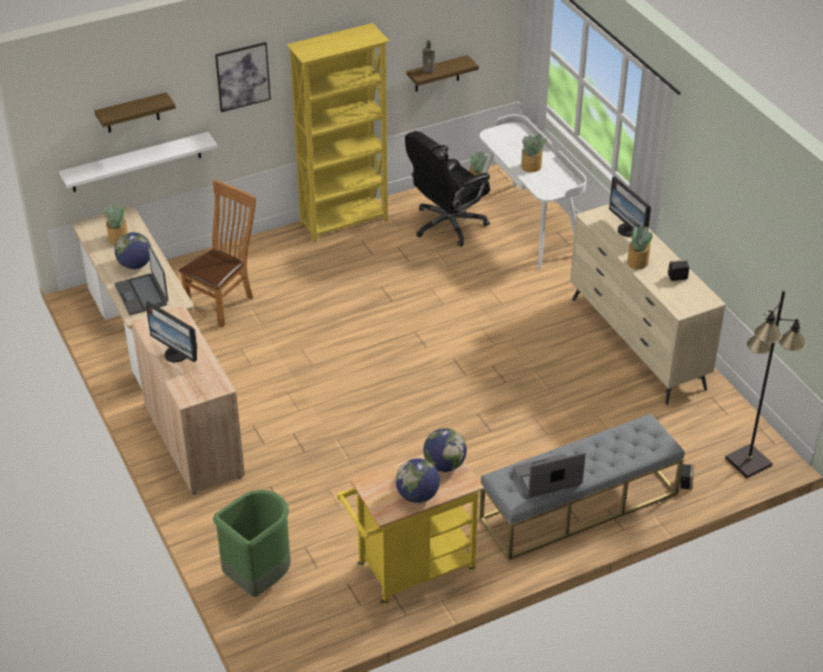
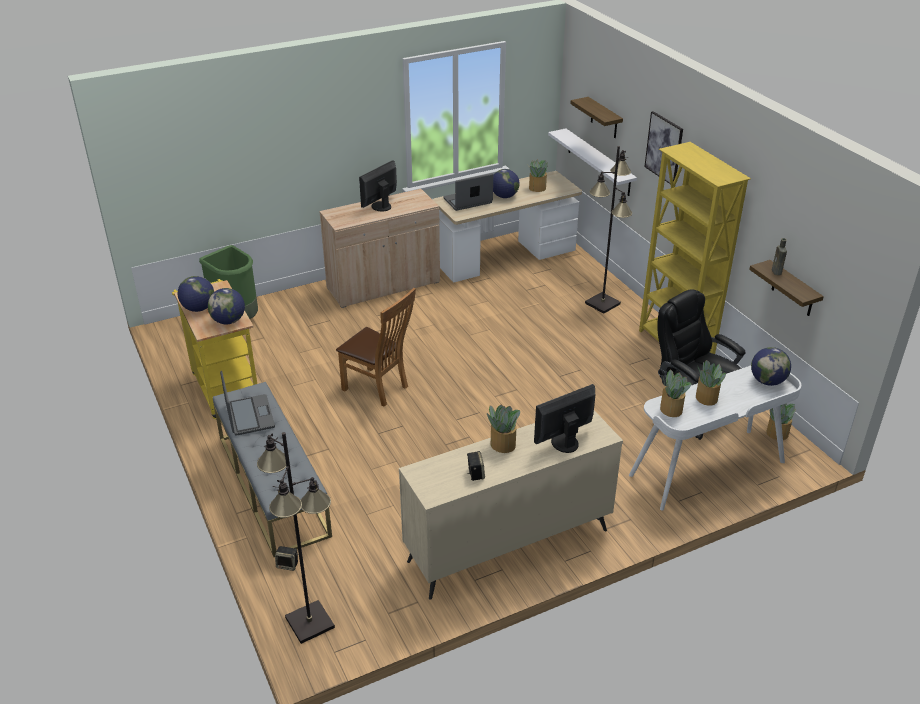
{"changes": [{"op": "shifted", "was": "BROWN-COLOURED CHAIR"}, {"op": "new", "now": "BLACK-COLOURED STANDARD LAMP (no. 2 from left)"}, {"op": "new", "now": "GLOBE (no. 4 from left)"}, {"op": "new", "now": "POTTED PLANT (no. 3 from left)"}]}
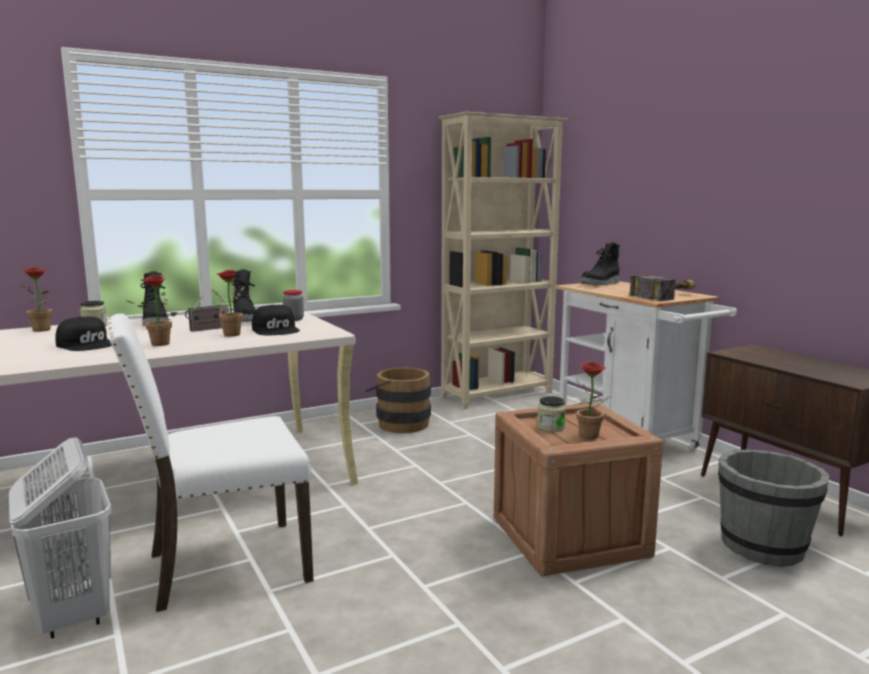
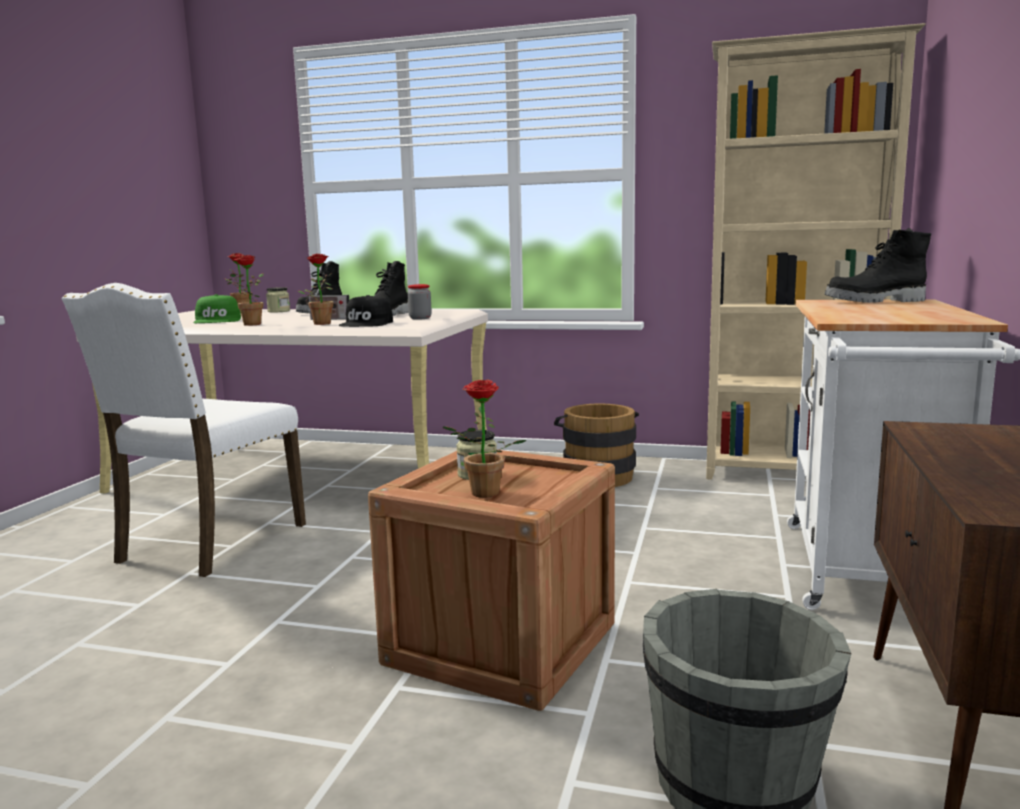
{"changes": [{"op": "gone", "was": "HAND HAMMER"}, {"op": "rotated", "was": "WHITE CHAIR", "clockwise": -90}, {"op": "repainted", "was": "BLACK-COLOURED CAP (no. 1 from left)", "now": "GREENISH CAP"}, {"op": "gone", "was": "WHITE HAMPER"}]}
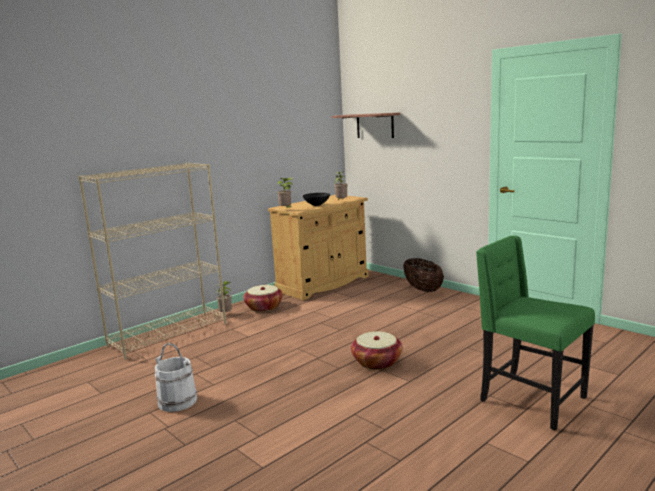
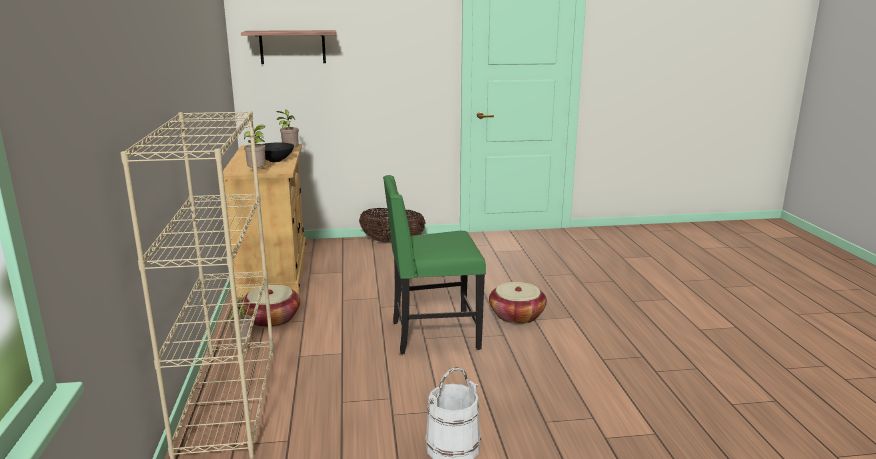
{"changes": [{"op": "shifted", "was": "GREENISH CHAIR"}]}
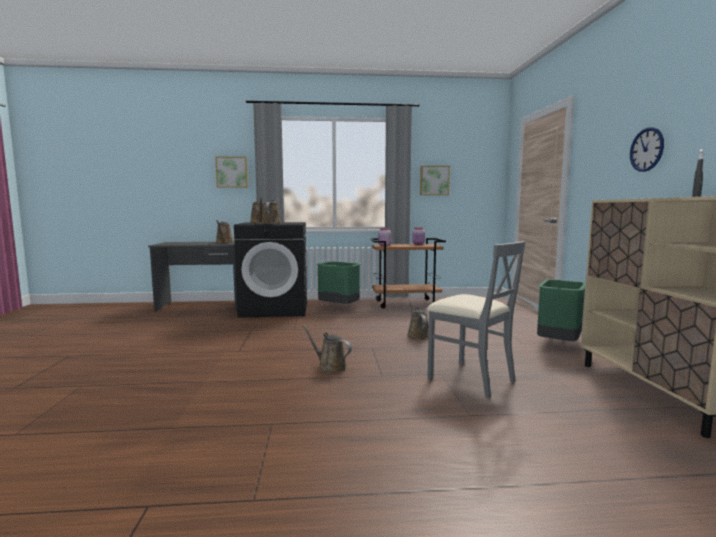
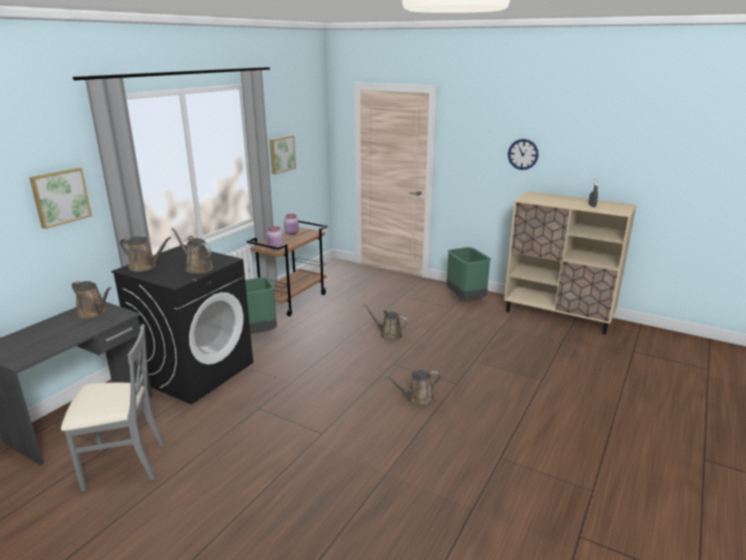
{"changes": [{"op": "shifted", "was": "GREYISH CHAIR"}]}
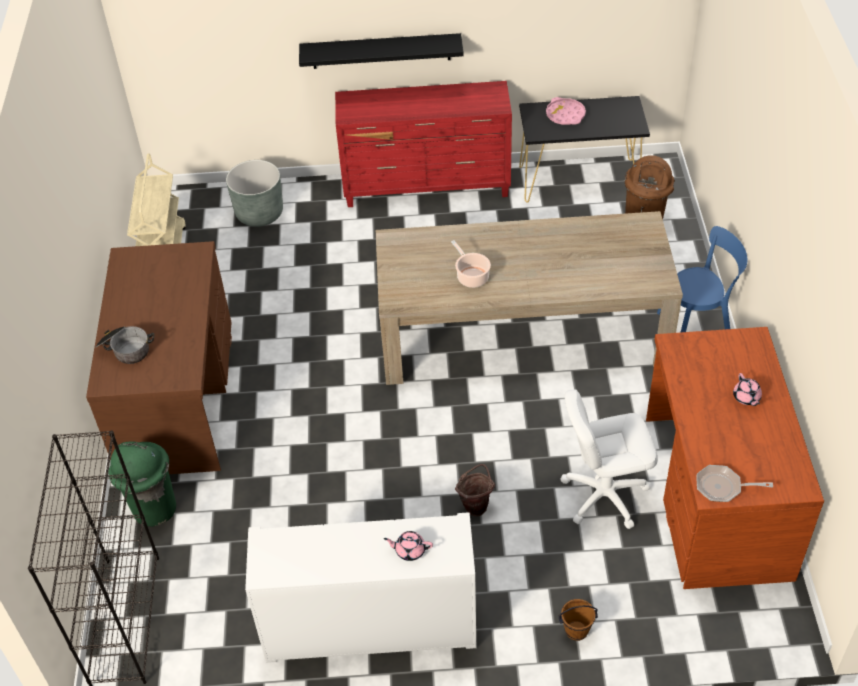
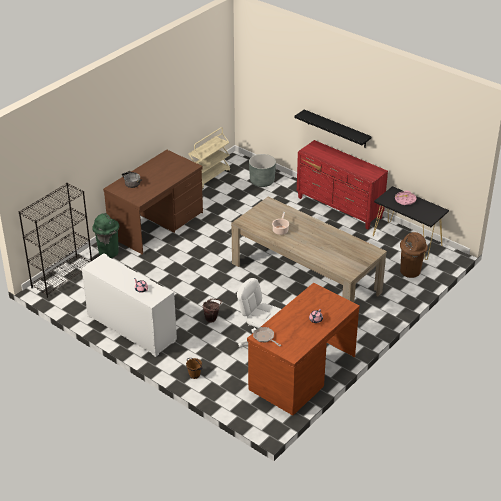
{"changes": [{"op": "gone", "was": "BLUE CHAIR"}]}
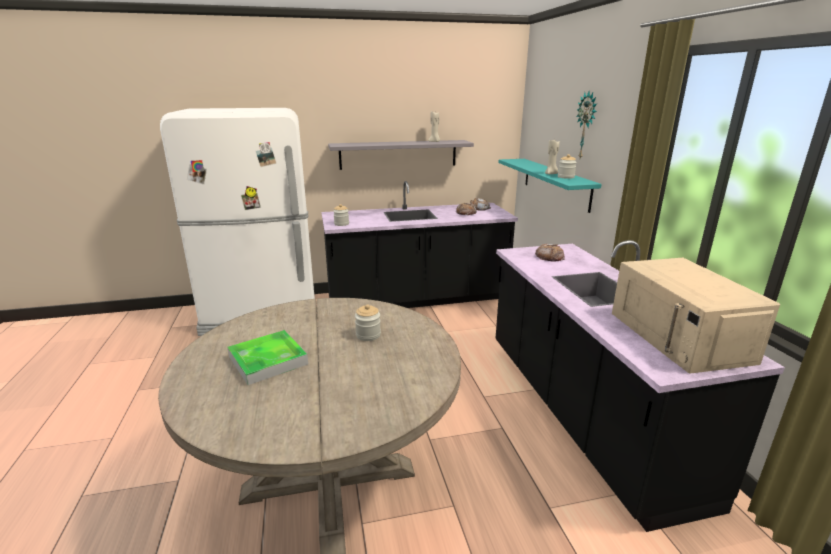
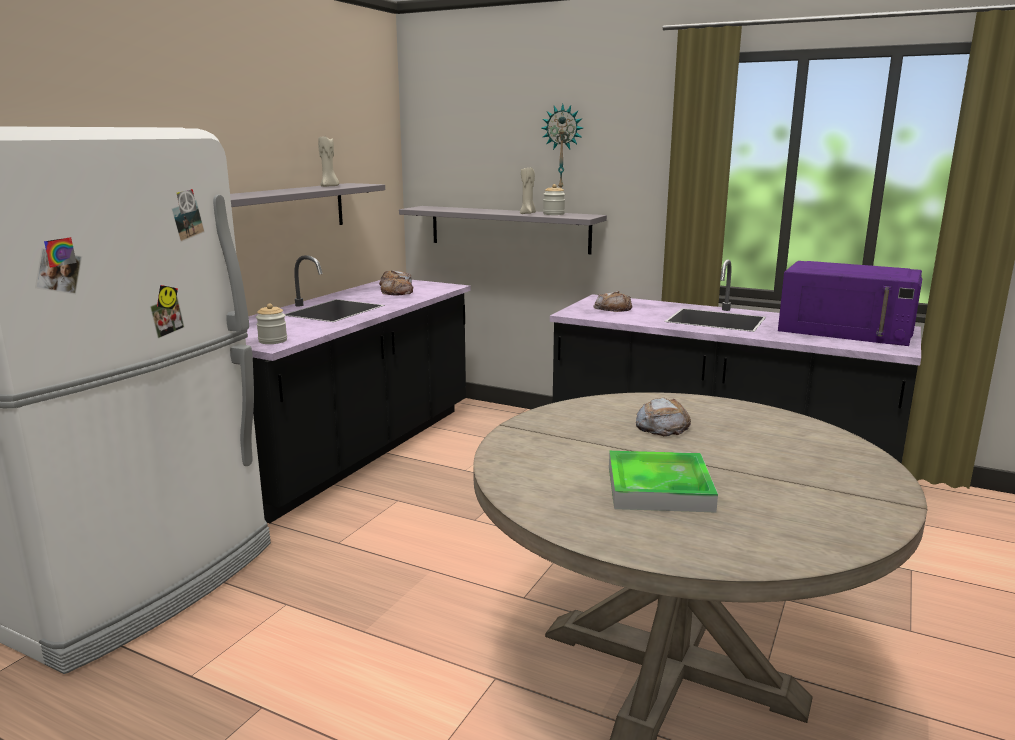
{"changes": [{"op": "repainted", "was": "BLUE-GREEN SHELF", "now": "GREYISH SHELF (no. 2 from left)"}, {"op": "repainted", "was": "SAND-COLOURED KITCHEN MICROWAVE", "now": "PURPLE KITCHEN MICROWAVE"}, {"op": "swapped", "was": "STORAGE JAR (no. 2 from left)", "now": "BAKERY BREAD (no. 4 from left)"}]}
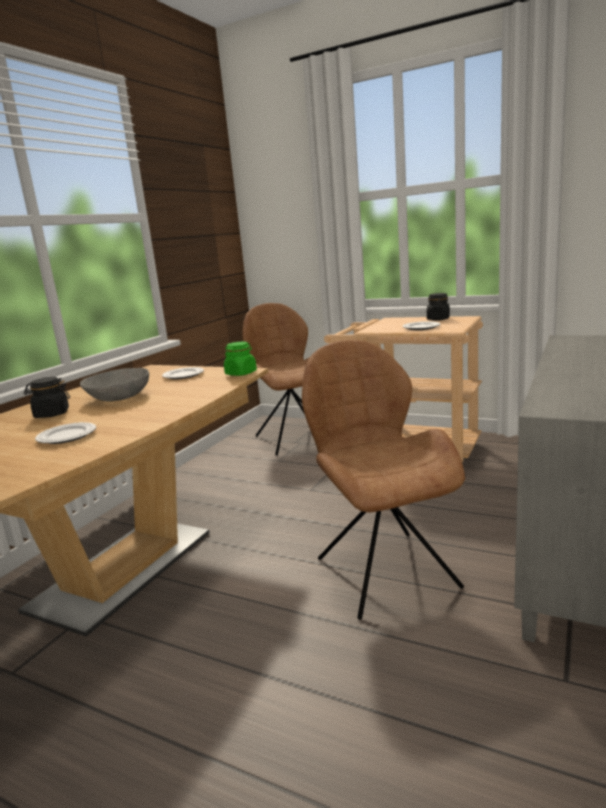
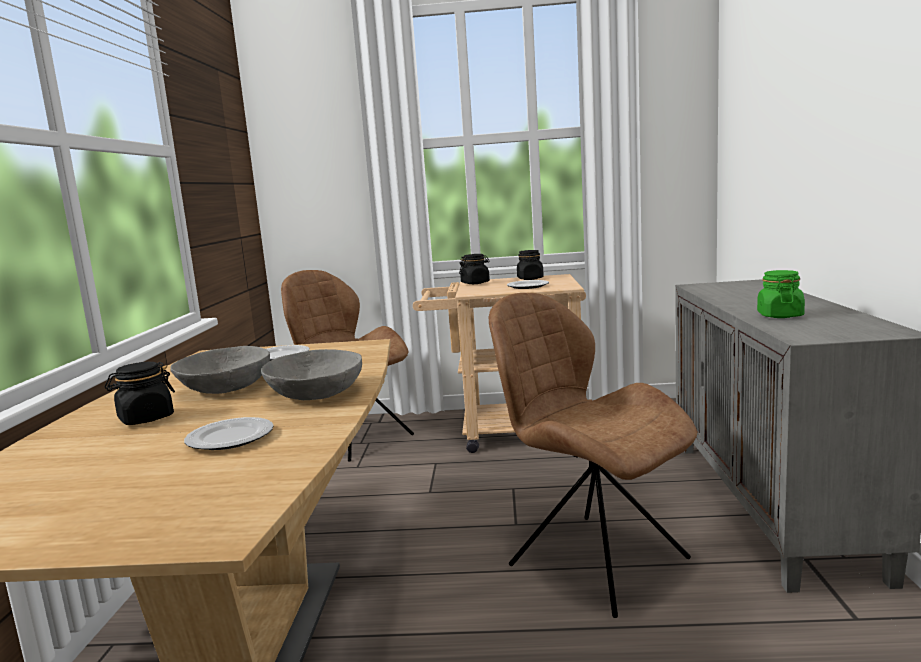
{"changes": [{"op": "shifted", "was": "GREENISH STORAGE JAR"}, {"op": "new", "now": "BLACK-COLOURED STORAGE JAR (no. 2 from left)"}, {"op": "new", "now": "GREYISH SERVING BOWL (no. 2 from left)"}]}
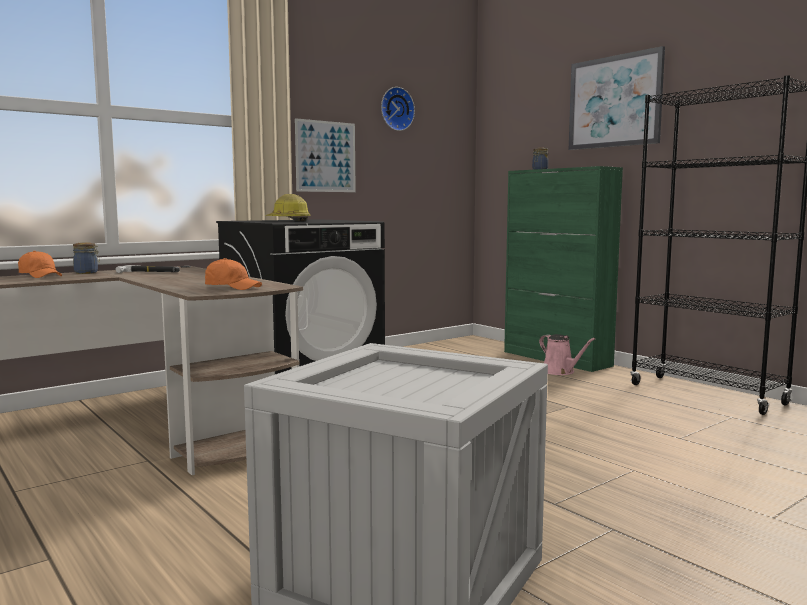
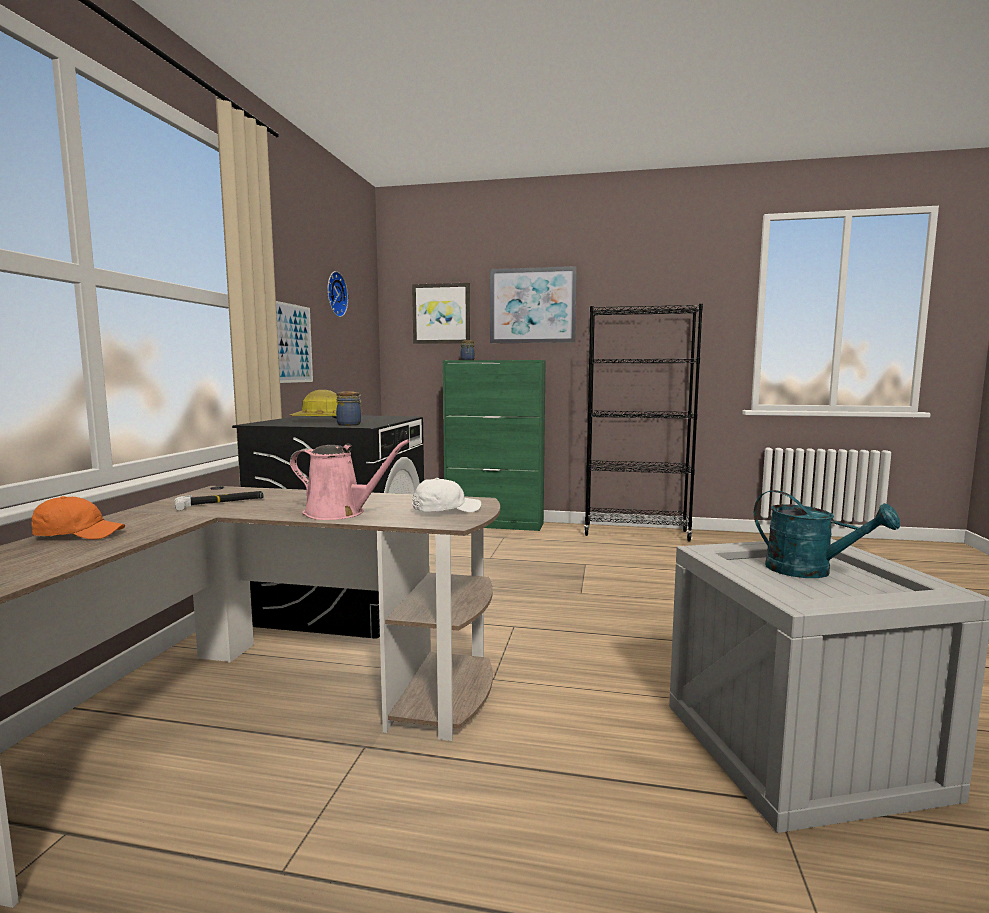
{"changes": [{"op": "shifted", "was": "STORAGE JAR (no. 1 from left)"}, {"op": "repainted", "was": "ORANGEY CAP (no. 2 from left)", "now": "WHITE CAP"}, {"op": "shifted", "was": "PINKISH WATERING CAN"}, {"op": "new", "now": "PICTURE (no. 2 from left)"}, {"op": "new", "now": "BLUE-GREEN WATERING CAN"}]}
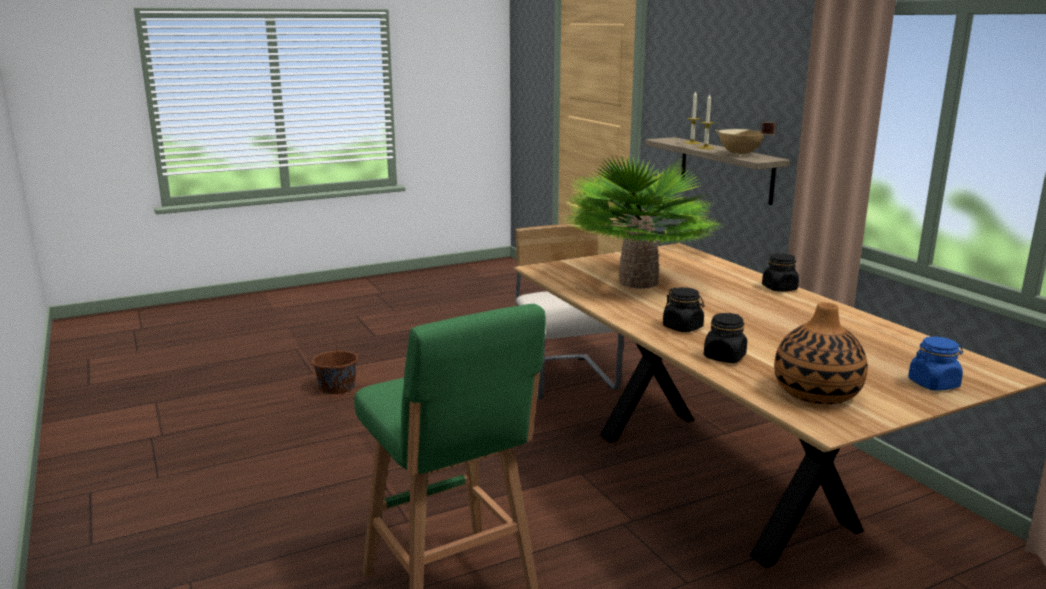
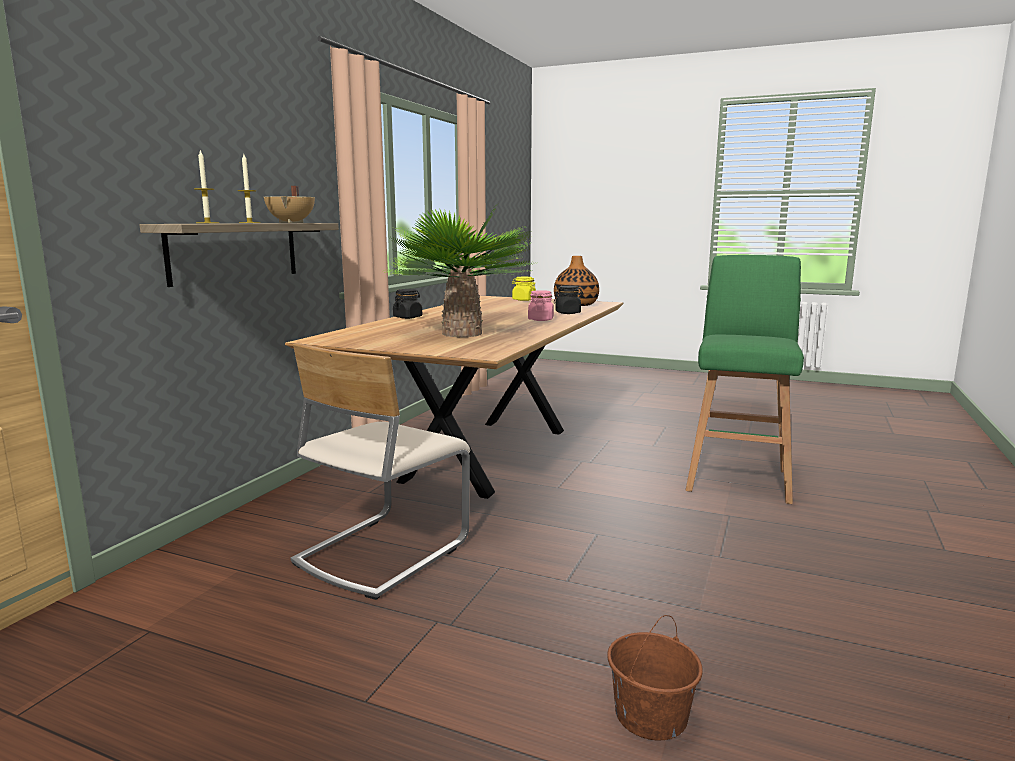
{"changes": [{"op": "repainted", "was": "BLACK-COLOURED STORAGE JAR (no. 1 from left)", "now": "PINKISH STORAGE JAR"}, {"op": "repainted", "was": "BLUE STORAGE JAR", "now": "YELLOW-COLOURED STORAGE JAR"}]}
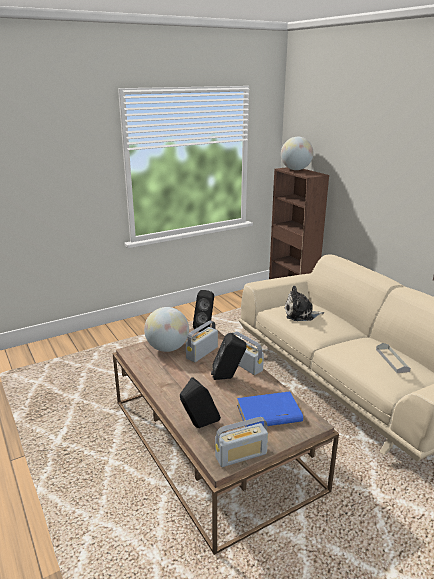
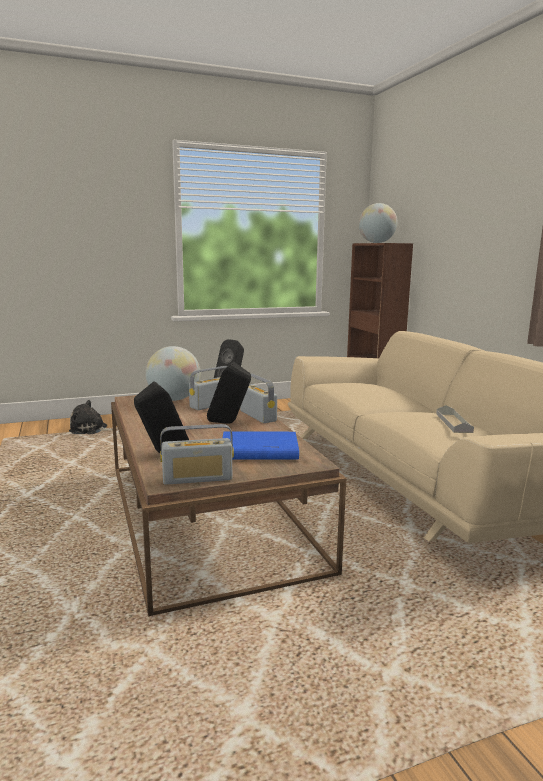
{"changes": [{"op": "shifted", "was": "PLUSH TOY"}]}
